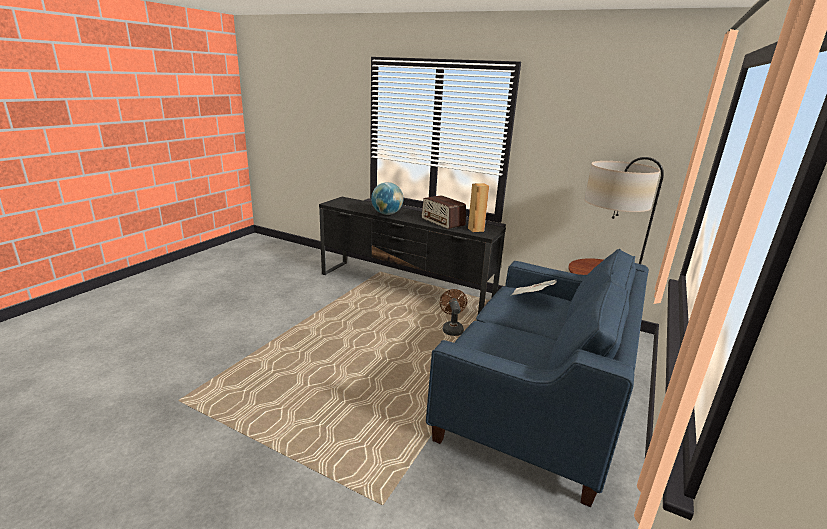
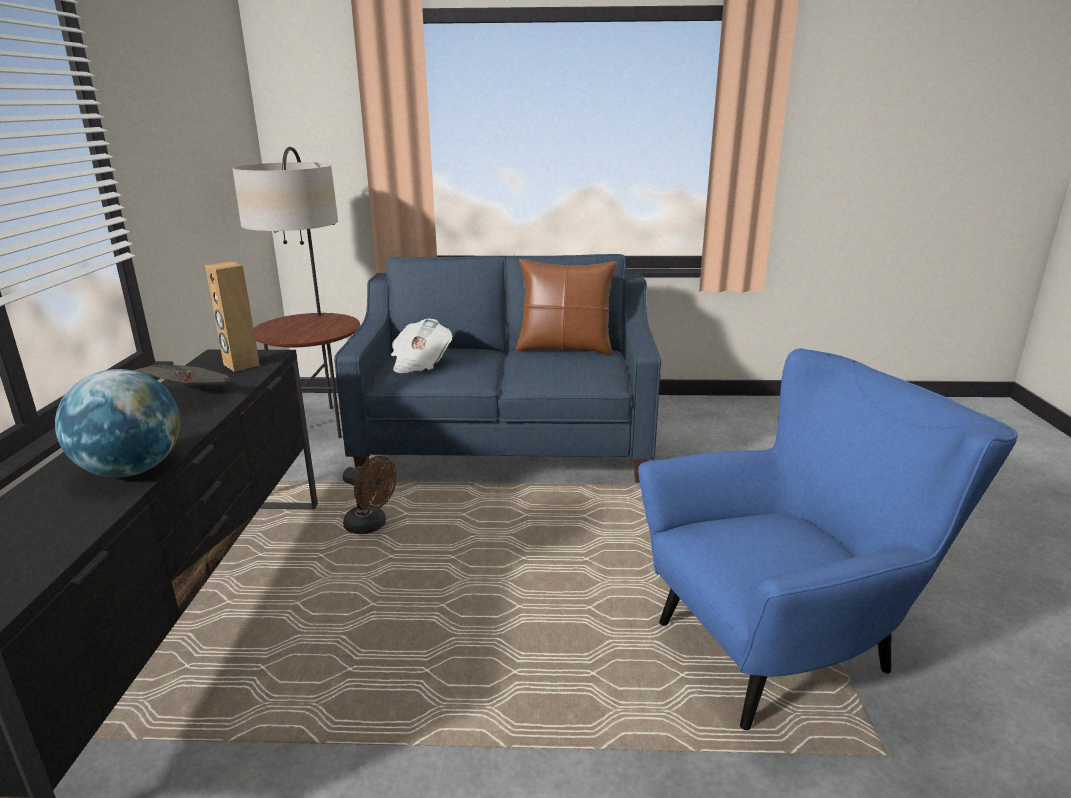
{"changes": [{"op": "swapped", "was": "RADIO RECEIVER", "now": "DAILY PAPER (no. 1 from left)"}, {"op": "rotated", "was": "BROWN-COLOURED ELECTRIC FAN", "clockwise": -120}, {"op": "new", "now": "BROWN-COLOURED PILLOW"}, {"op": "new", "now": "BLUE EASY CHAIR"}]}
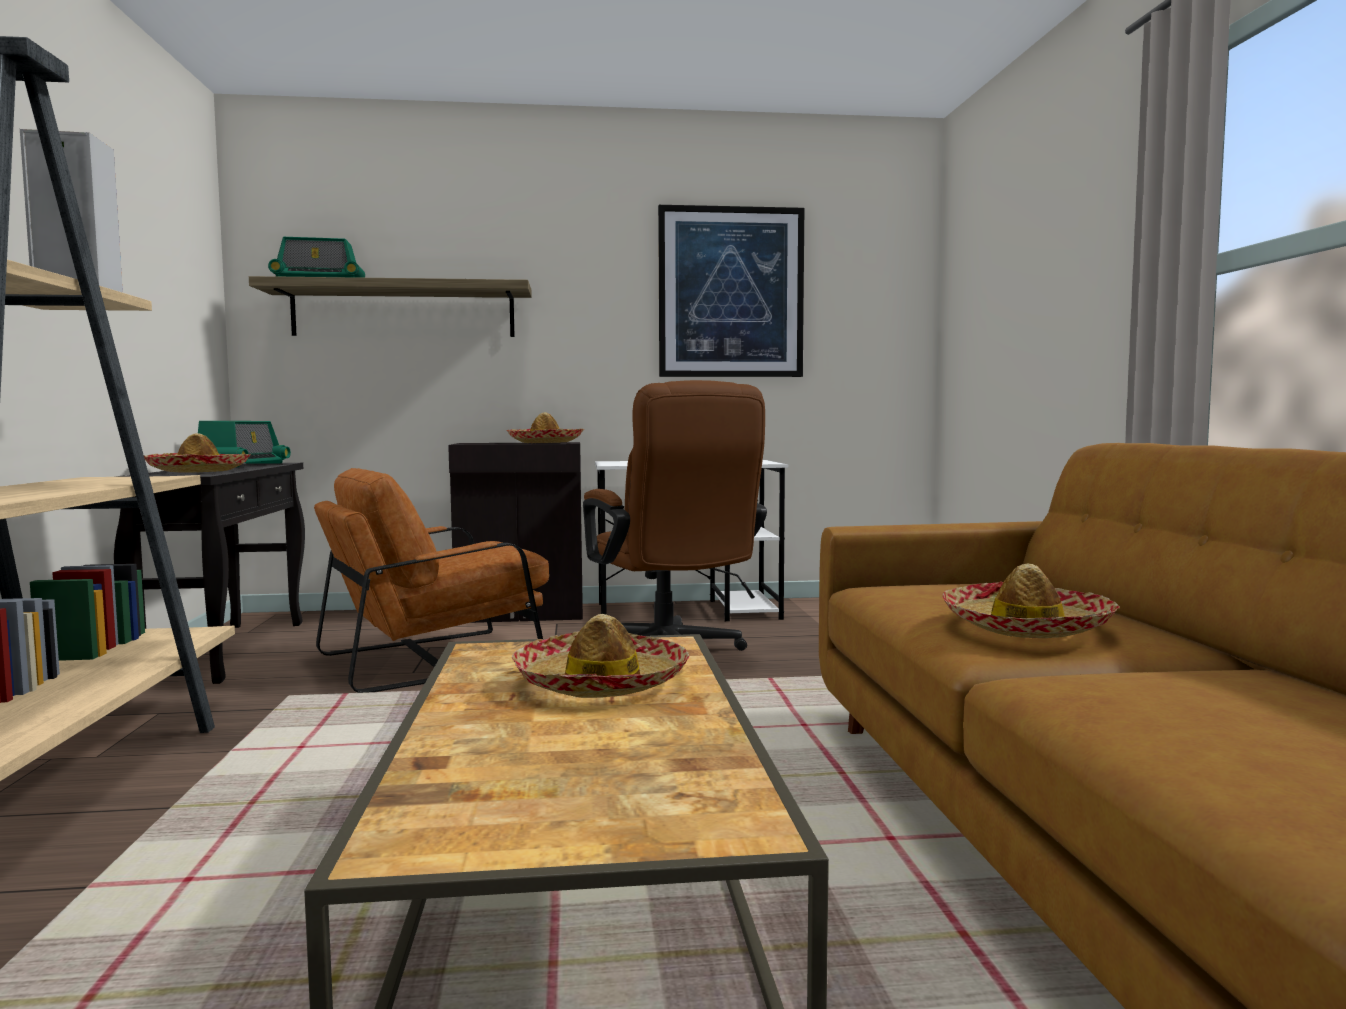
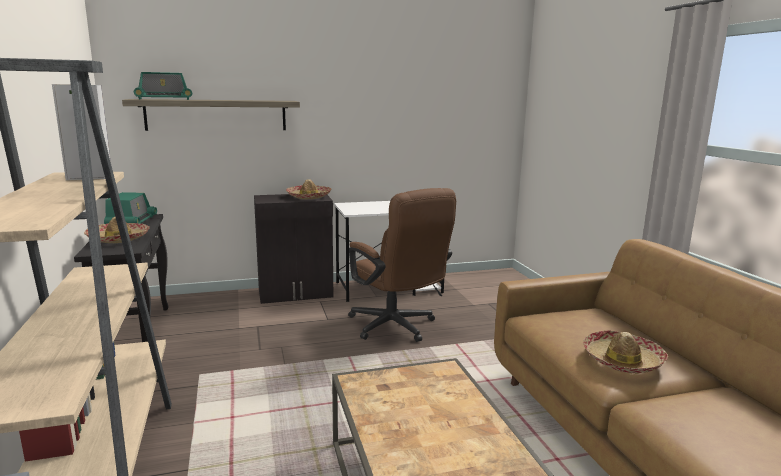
{"changes": [{"op": "gone", "was": "PICTURE"}, {"op": "gone", "was": "BROWN-COLOURED EASY CHAIR"}, {"op": "gone", "was": "CLOTHING HAT (no. 3 from left)"}]}
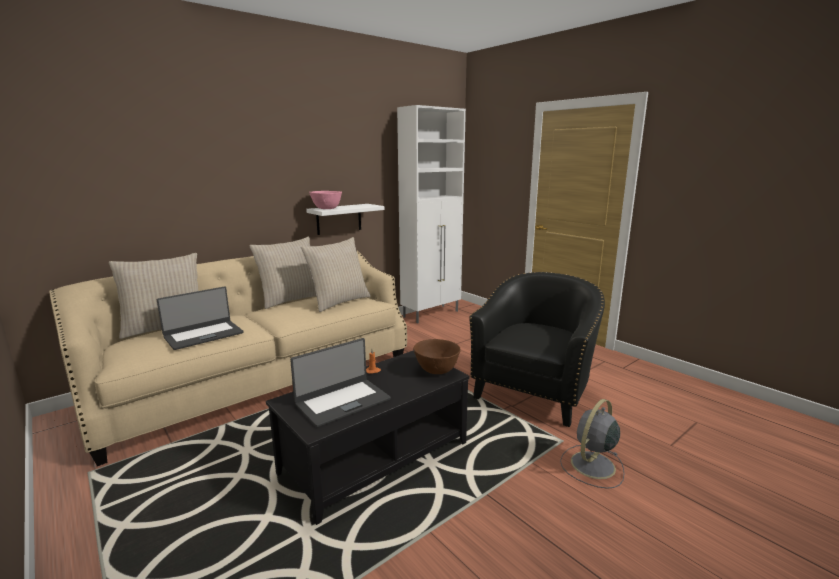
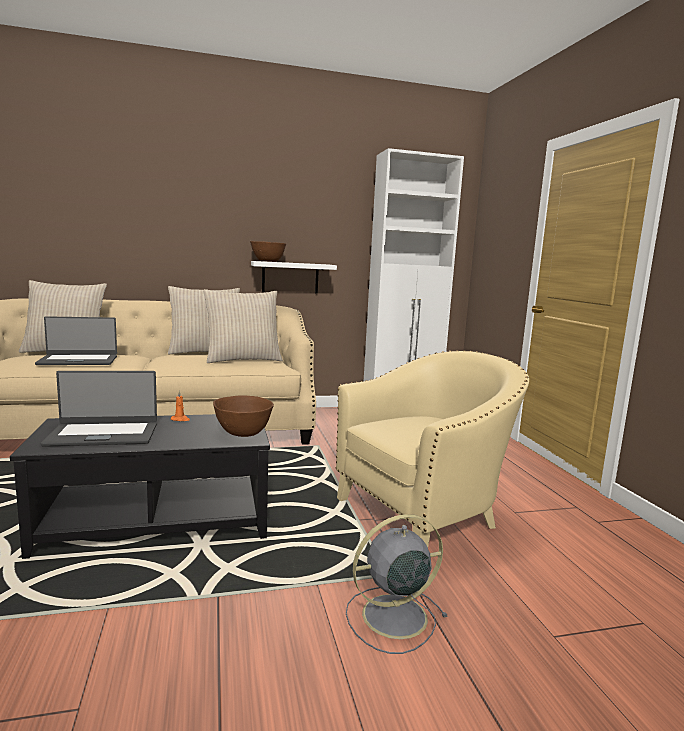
{"changes": [{"op": "repainted", "was": "PINKISH SERVING BOWL", "now": "BROWN-COLOURED SERVING BOWL (no. 2 from left)"}, {"op": "repainted", "was": "BLACK-COLOURED EASY CHAIR", "now": "SAND-COLOURED EASY CHAIR"}]}
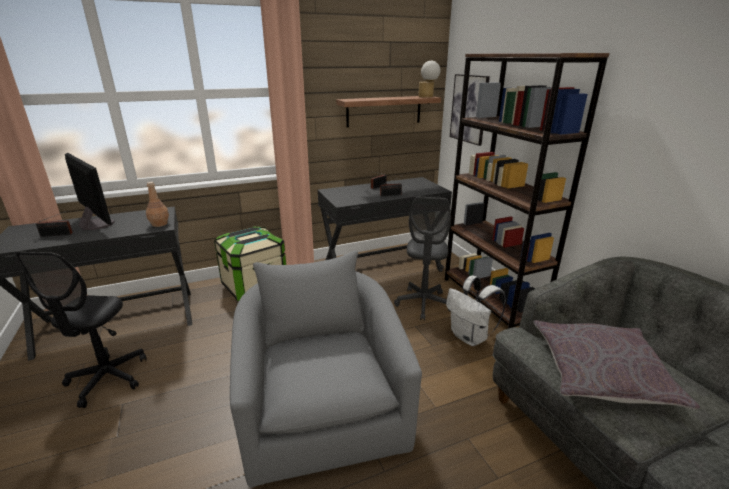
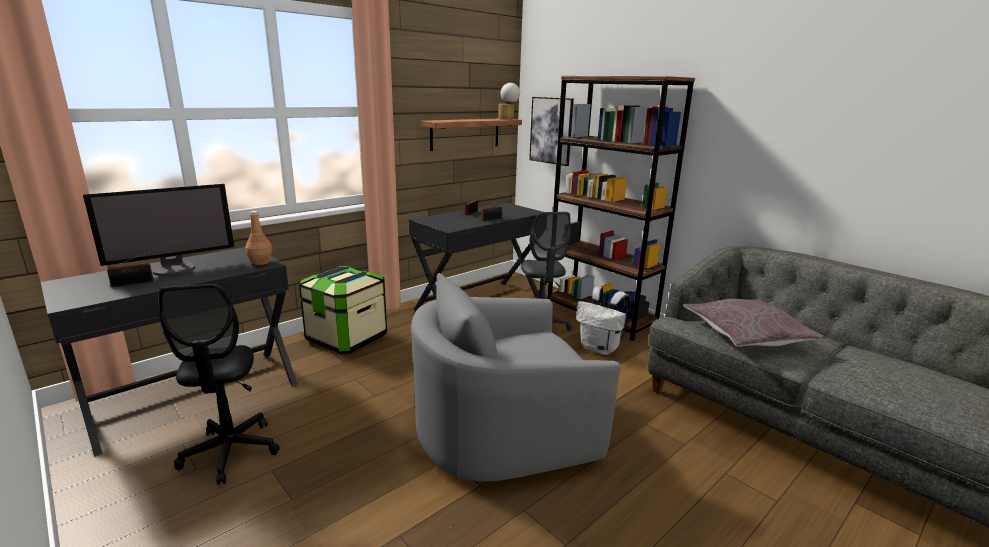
{"changes": [{"op": "rotated", "was": "COMPUTER DISPLAY", "clockwise": 120}, {"op": "rotated", "was": "GREYISH EASY CHAIR", "clockwise": -75}]}
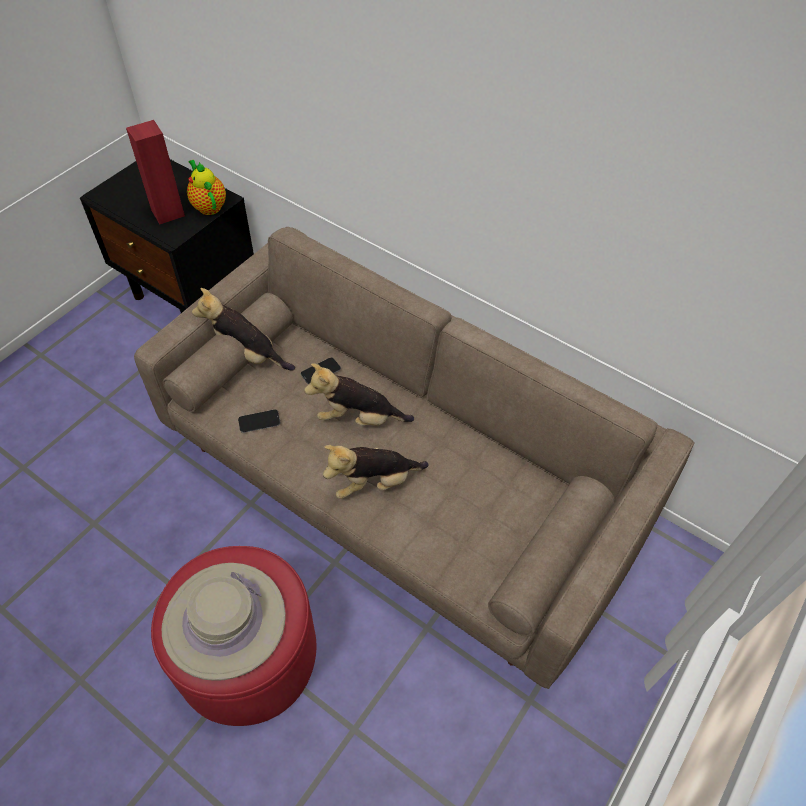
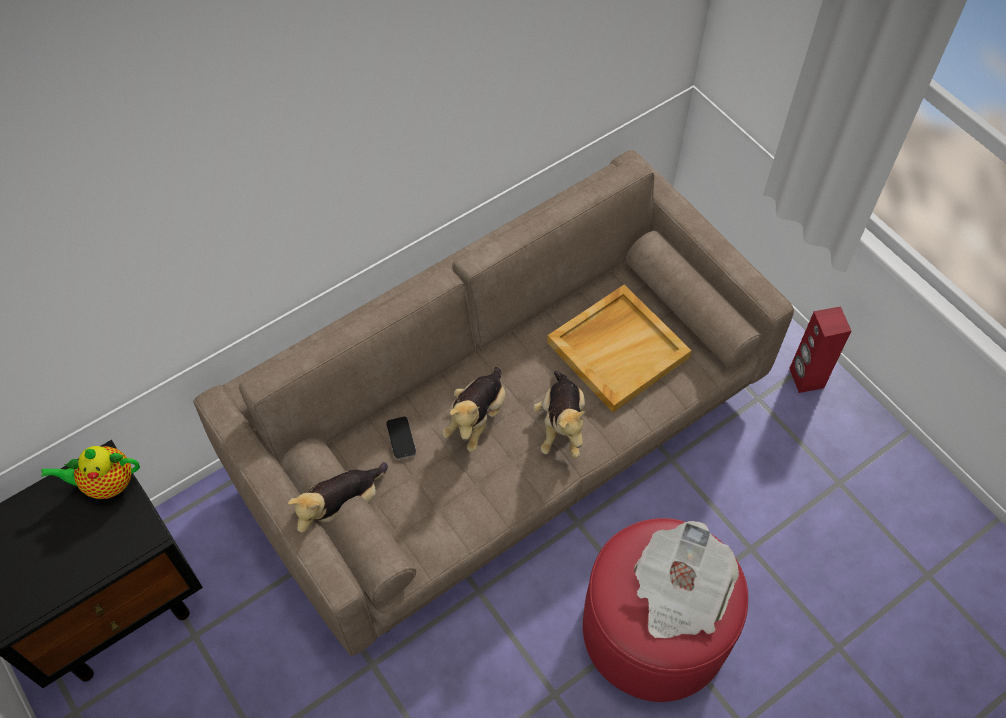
{"changes": [{"op": "shifted", "was": "RED LOUDSPEAKER"}, {"op": "gone", "was": "TELEPHONE (no. 1 from left)"}, {"op": "swapped", "was": "SAND-COLOURED CLOTHING HAT", "now": "DAILY PAPER"}, {"op": "new", "now": "SAND-COLOURED TRAY"}]}
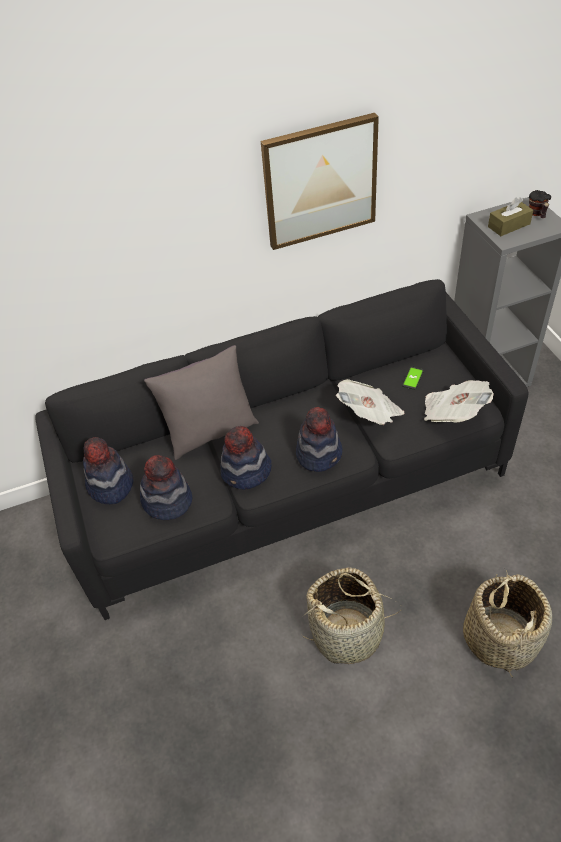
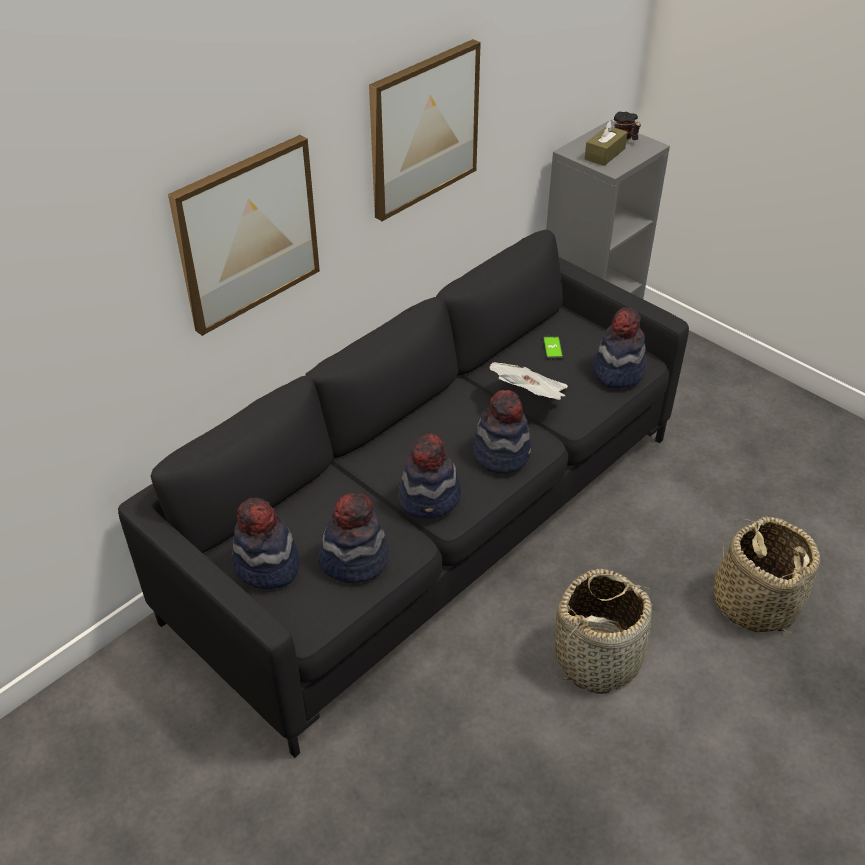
{"changes": [{"op": "gone", "was": "GREYISH PILLOW"}, {"op": "swapped", "was": "DAILY PAPER (no. 2 from left)", "now": "CLOTHING HAT (no. 5 from left)"}, {"op": "new", "now": "PICTURE (no. 1 from left)"}]}
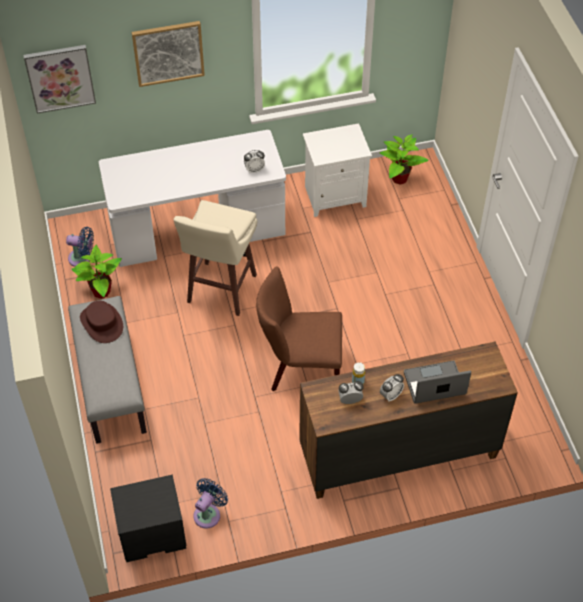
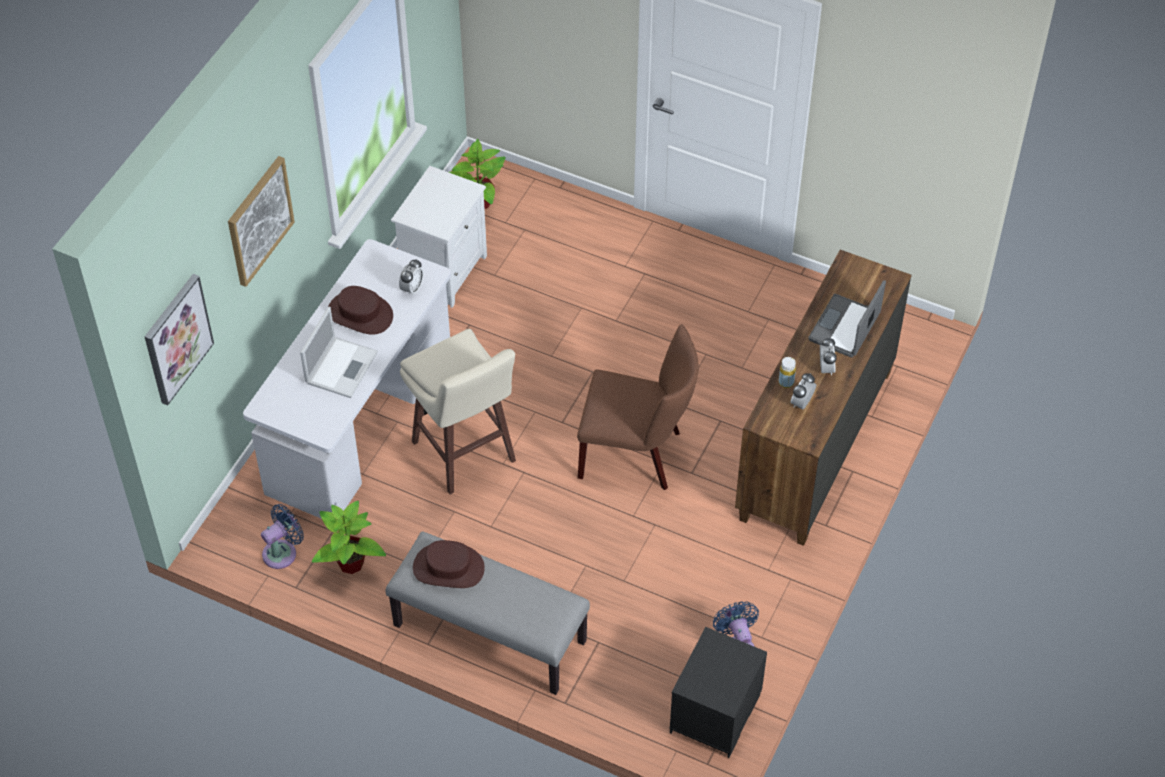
{"changes": [{"op": "rotated", "was": "BROWN-COLOURED CHAIR", "clockwise": -120}, {"op": "new", "now": "BROWN-COLOURED CLOTHING HAT (no. 1 from left)"}, {"op": "new", "now": "LAPTOP (no. 1 from left)"}]}
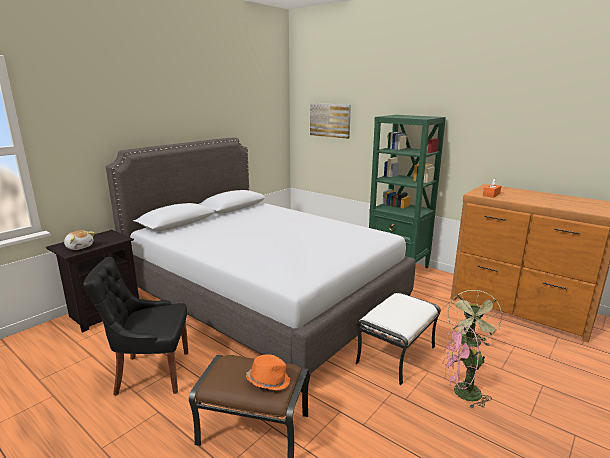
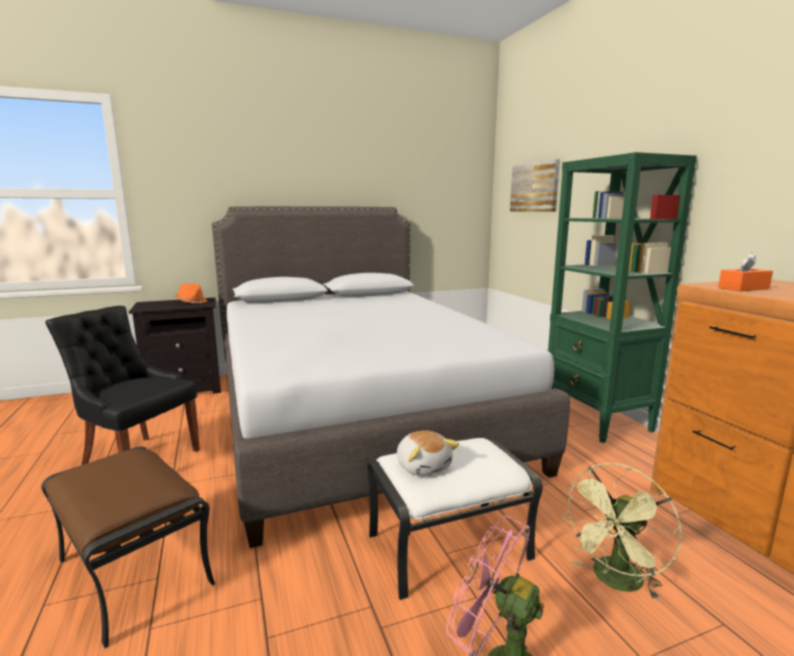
{"changes": [{"op": "shifted", "was": "PLUSH TOY"}, {"op": "shifted", "was": "ORANGEY CLOTHING HAT"}]}
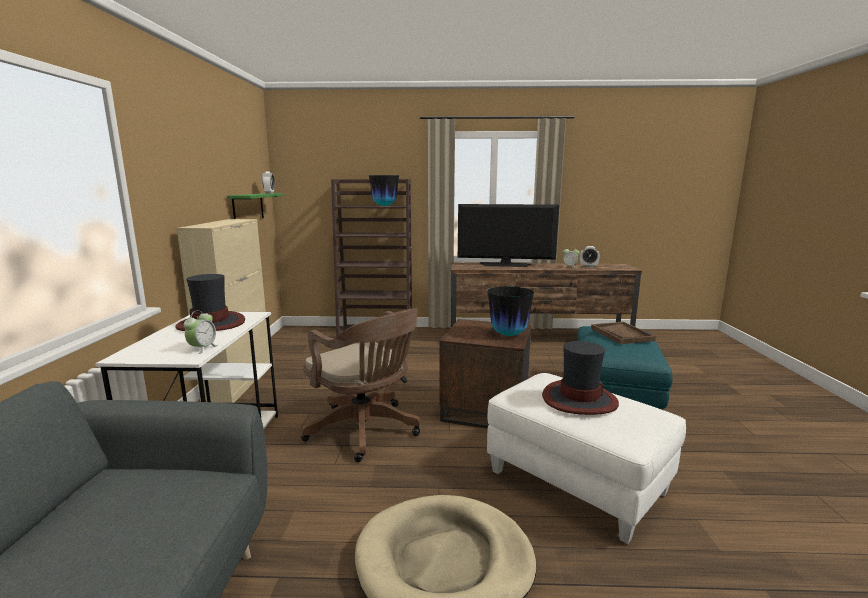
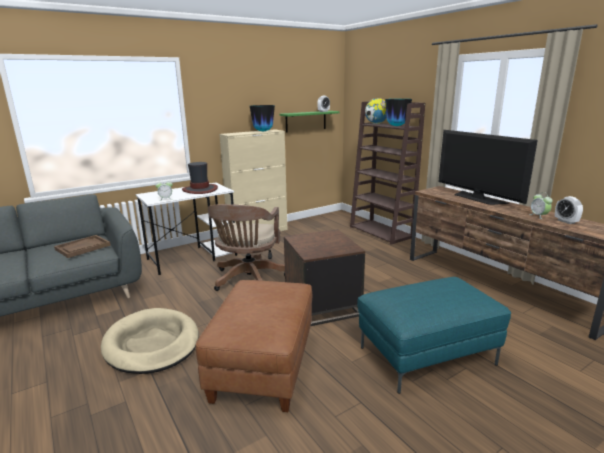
{"changes": [{"op": "shifted", "was": "DECORATIVE VASE (no. 2 from left in the first image)", "now": "DECORATIVE VASE (no. 1 from left)"}, {"op": "shifted", "was": "BROWN-COLOURED TRAY"}, {"op": "gone", "was": "CLOTHING HAT (no. 2 from left)"}, {"op": "repainted", "was": "WHITE OTTOMAN", "now": "BROWN-COLOURED OTTOMAN"}, {"op": "new", "now": "GLOBE"}]}
